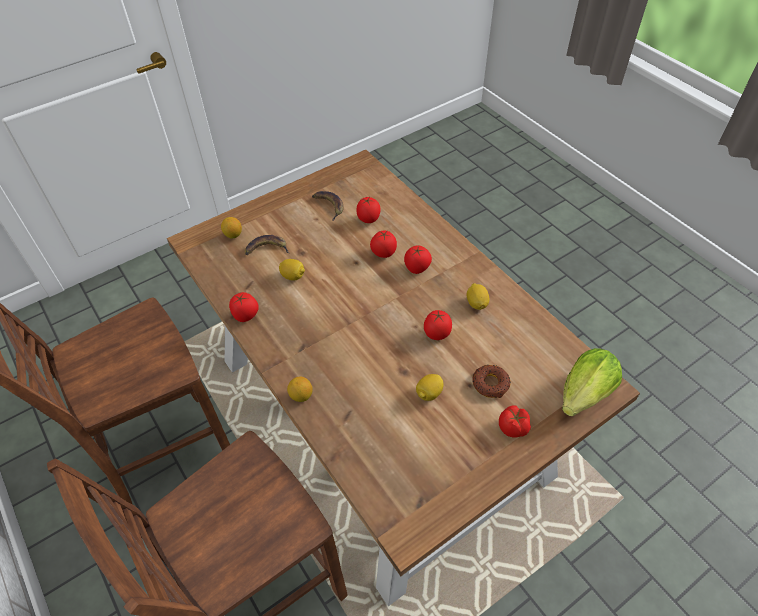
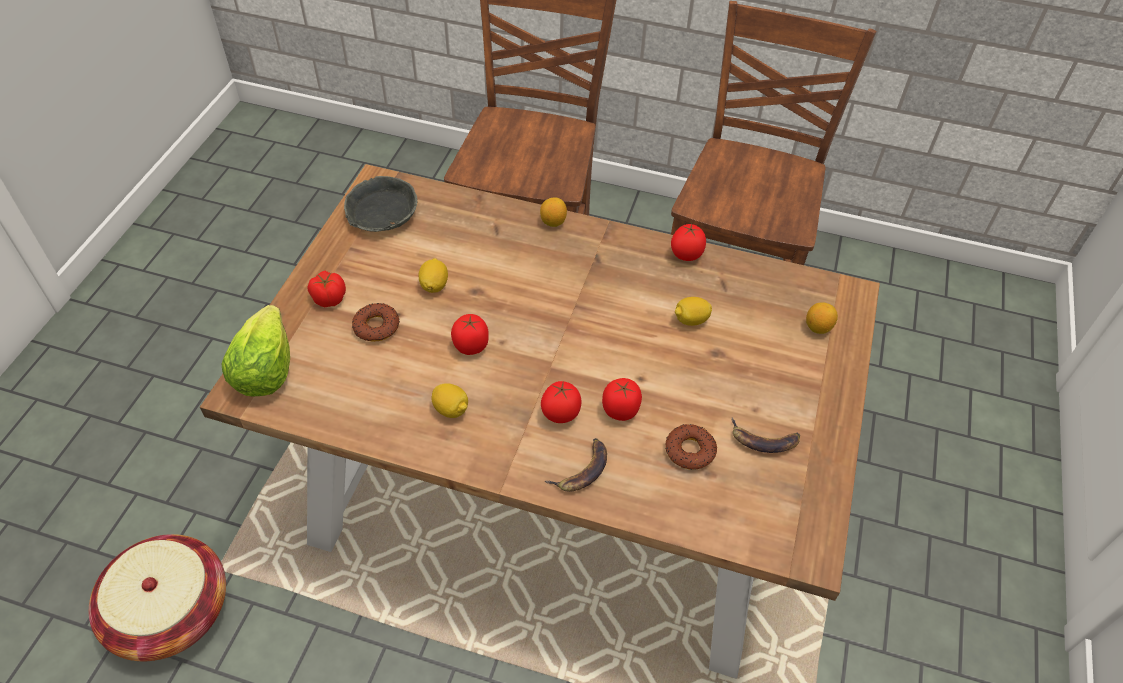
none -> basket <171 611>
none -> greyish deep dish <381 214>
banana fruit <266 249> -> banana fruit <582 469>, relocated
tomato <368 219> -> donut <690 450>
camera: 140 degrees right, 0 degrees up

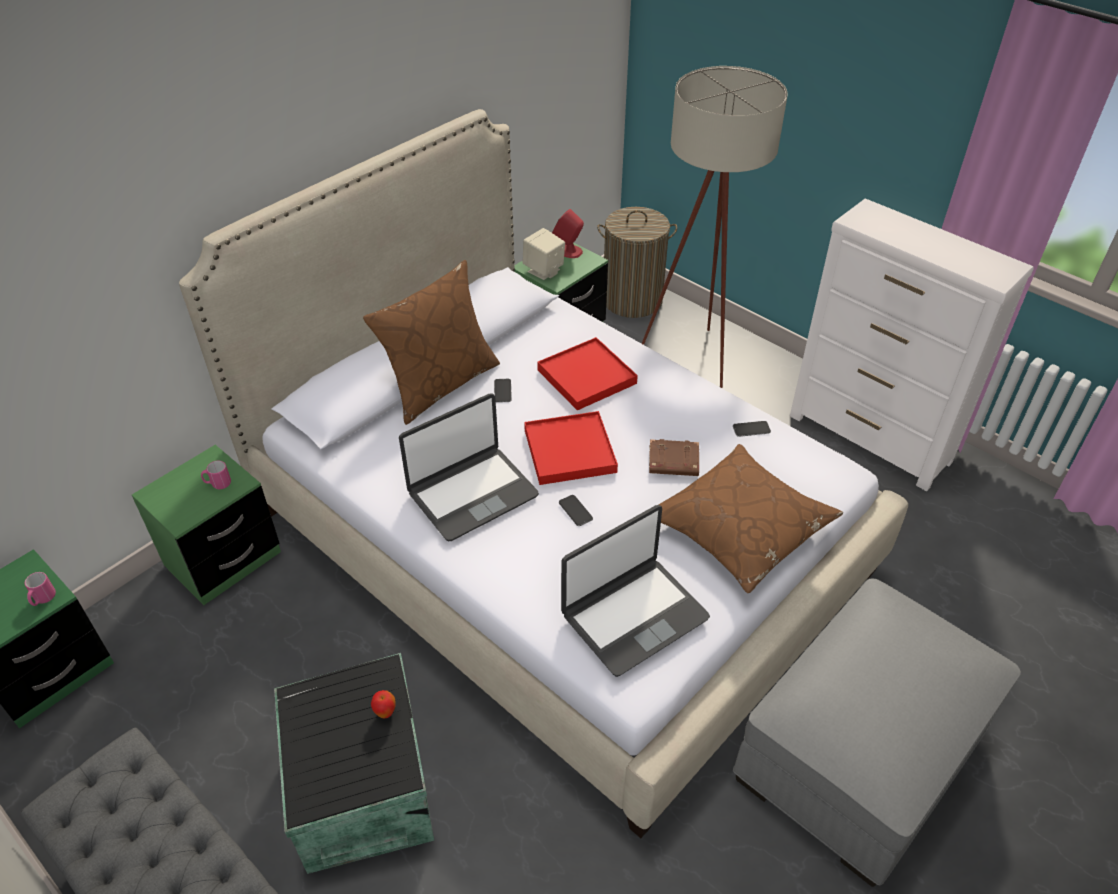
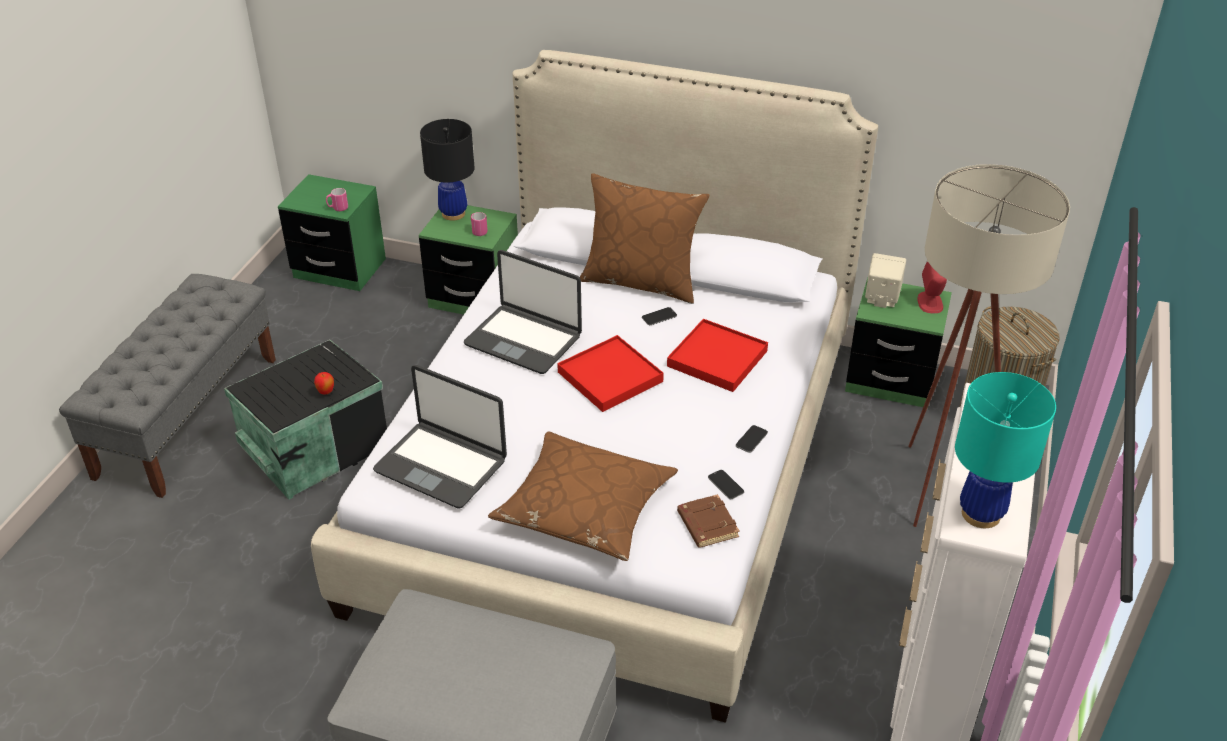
none -> blackish lamp for a table <453 213>
brown-coloured volume <673 462> -> brown-coloured volume <706 524>, relocated
handset <575 511> -> handset <751 439>, relocated
none -> turquoise lamp for a table <980 514>
camera: 65 degrees right, 5 degrees down

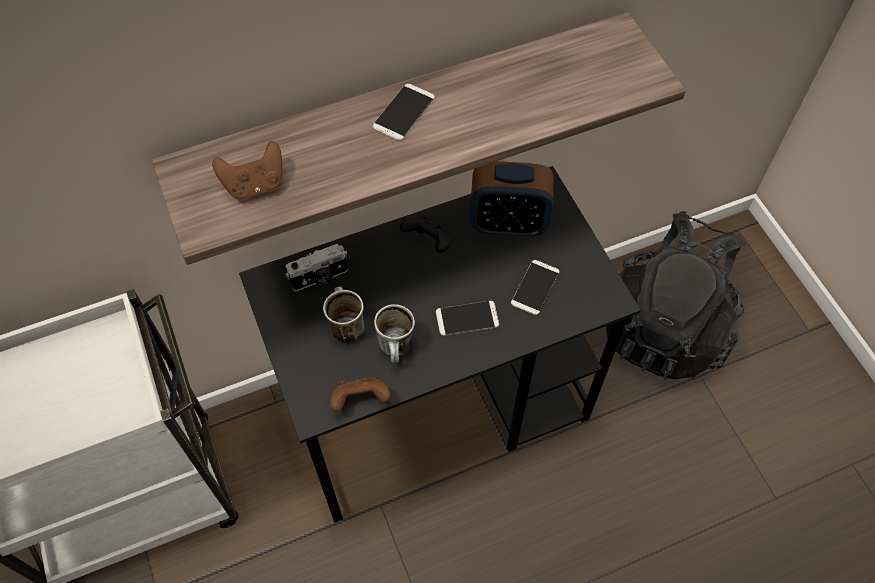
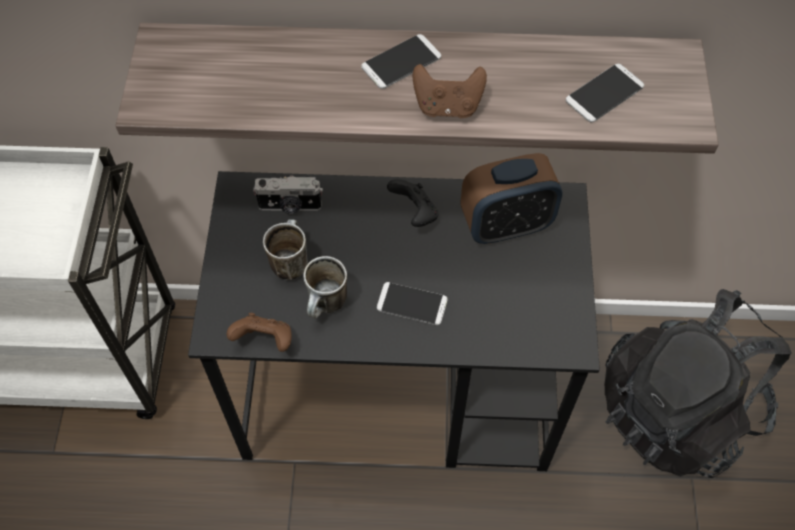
brown-coloured gamepad <255 185> -> brown-coloured gamepad <447 106>, relocated
bedside clock <508 224> -> bedside clock <506 225>, 45 degrees counterclockwise
handset <535 287> -> handset <604 93>, relocated
camera: 25 degrees right, 0 degrees up

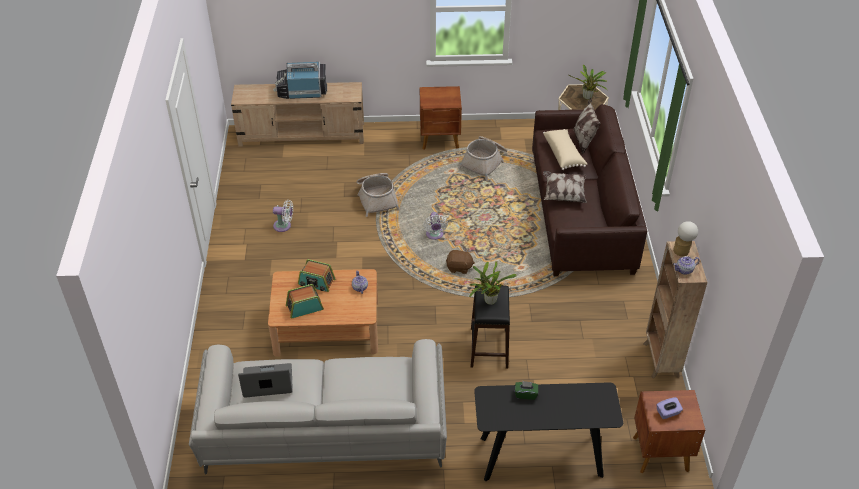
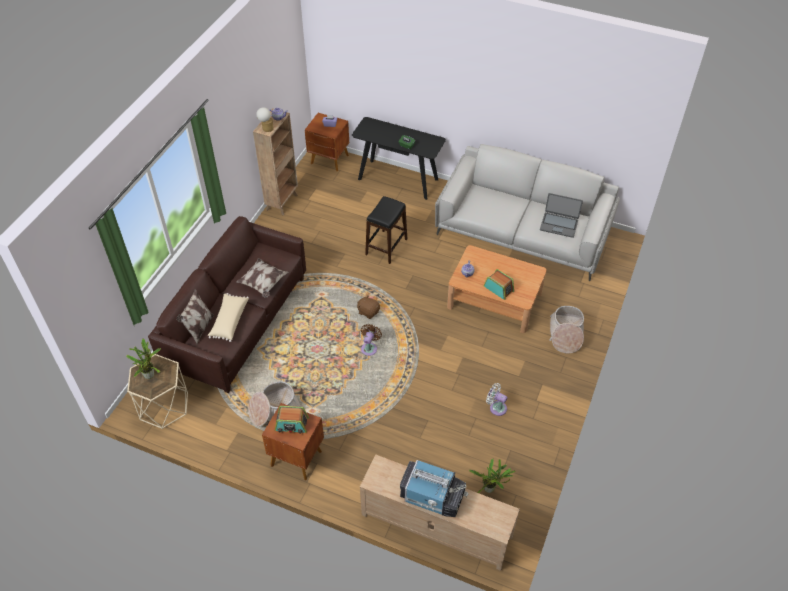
radio set <304 307> -> radio set <292 424>, relocated
white-coloured electric fan <434 235> -> brown-coloured electric fan <369 348>
potted plant <488 301> -> potted plant <490 489>, relocated
basket <377 198> -> basket <565 334>, relocated
camera: 155 degrees left, 5 degrees up

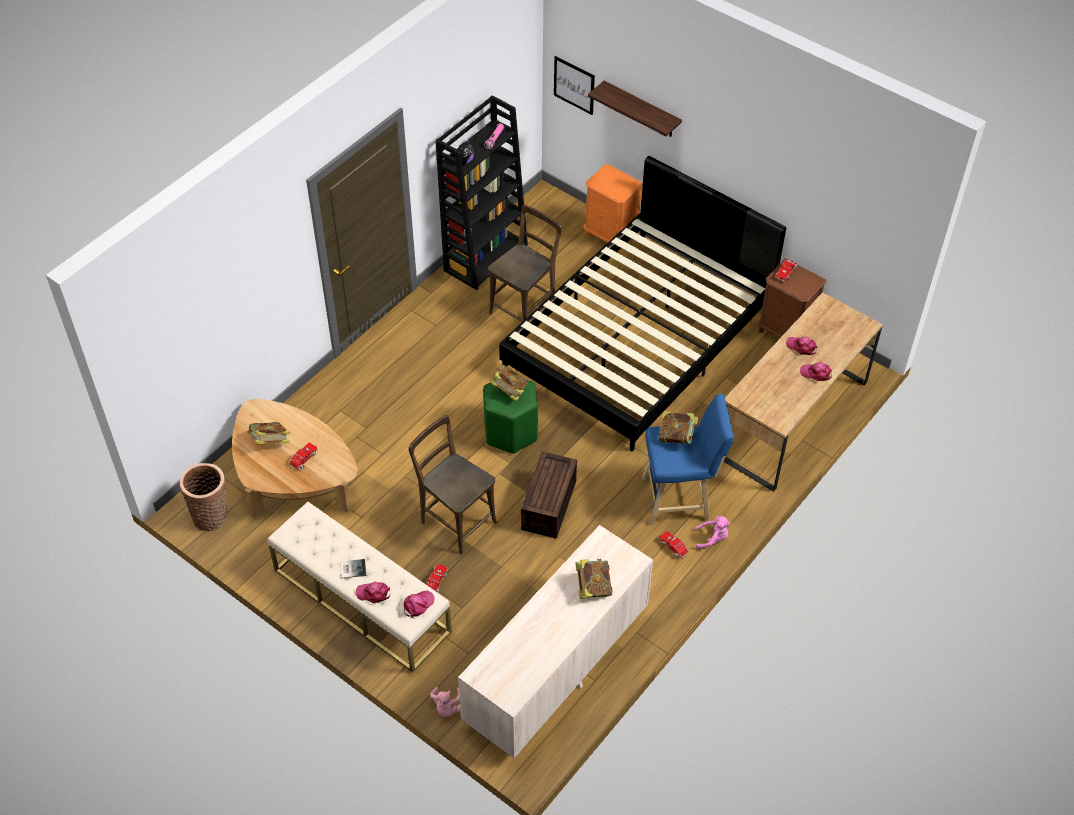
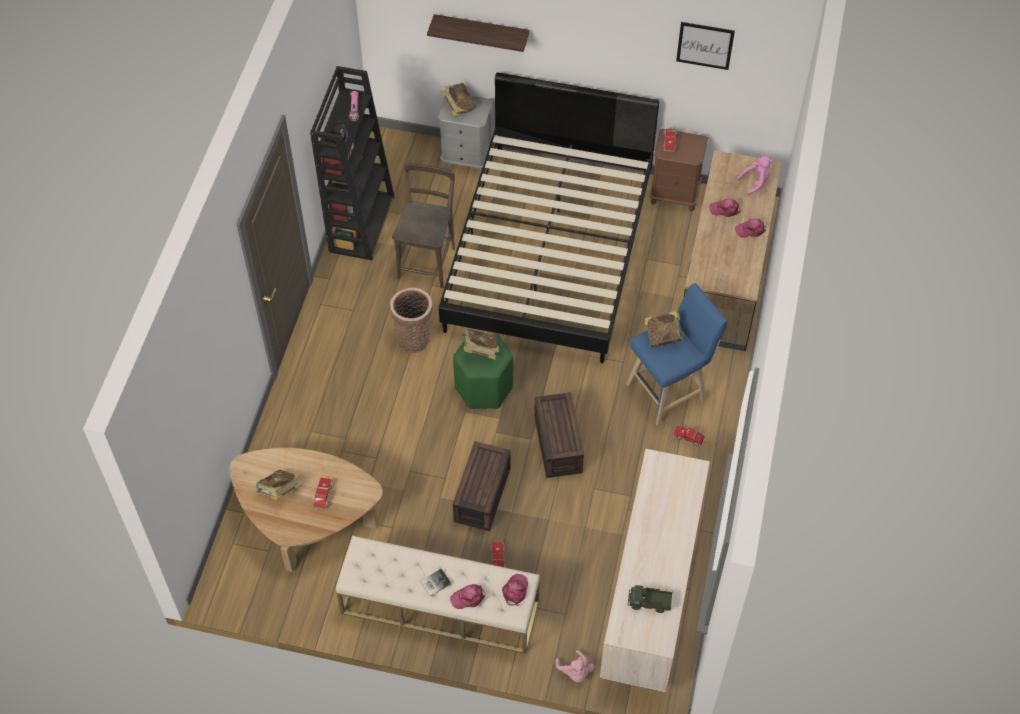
basket <211 515> -> basket <414 337>, relocated
orangey nightstand <610 235> -> greyish nightstand <467 158>
volume <593 587> -> volume <458 108>, relocated
brown-coloured chair <455 520> -> brown-coloured storage container <481 493>
none -> toy lorry <649 603>
picture <574 85> -> picture <705 45>, relocated
pinkish soft toy <712 538> -> pinkish soft toy <755 182>, relocated
camera: 25 degrees left, 5 degrees up

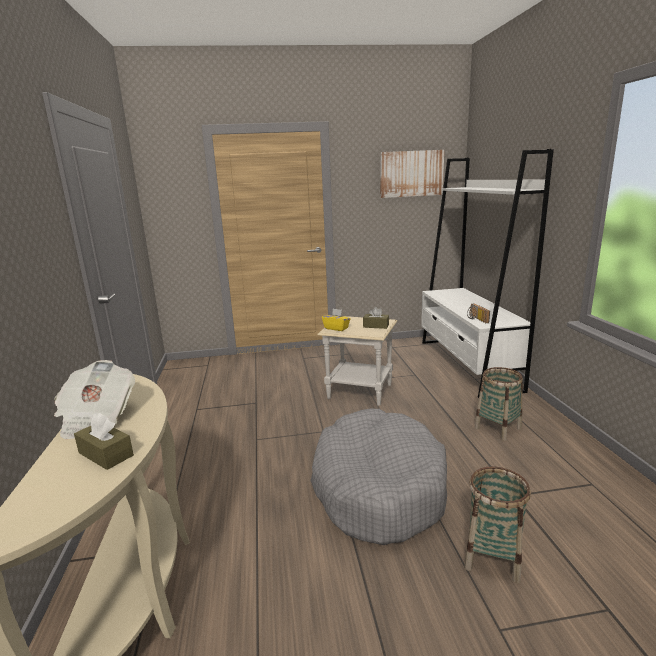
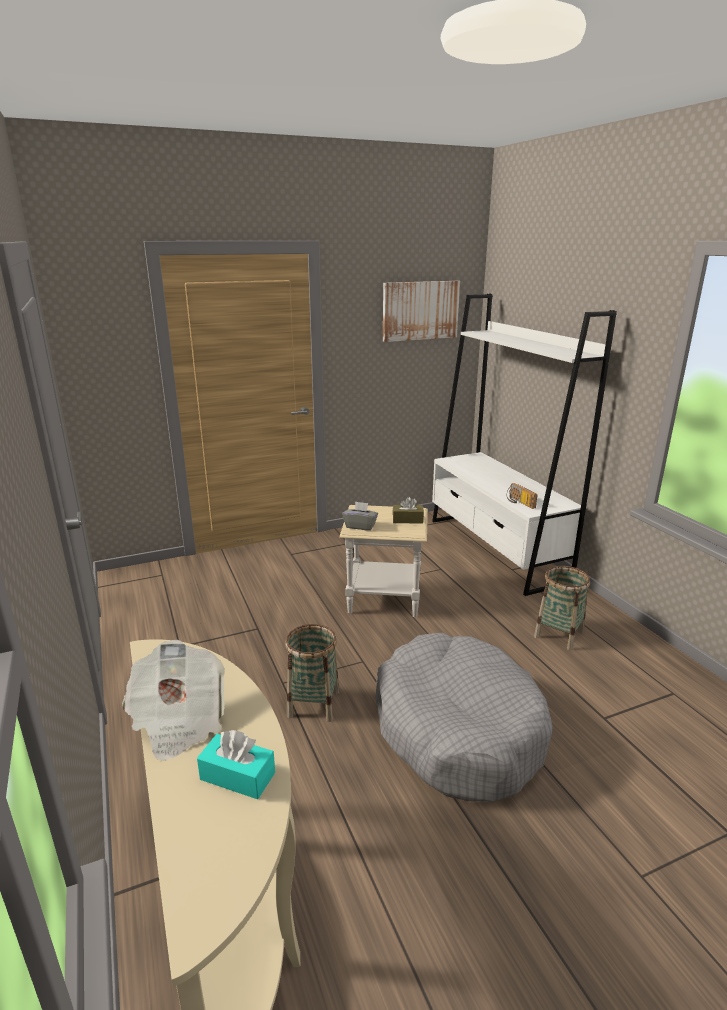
brown-coloured tissue holder <106 454> -> turquoise tissue holder <237 776>
basket <492 557> -> basket <313 703>, relocated
yellow tissue holder <336 328> -> greyish tissue holder <360 526>
camera: 15 degrees left, 5 degrees up

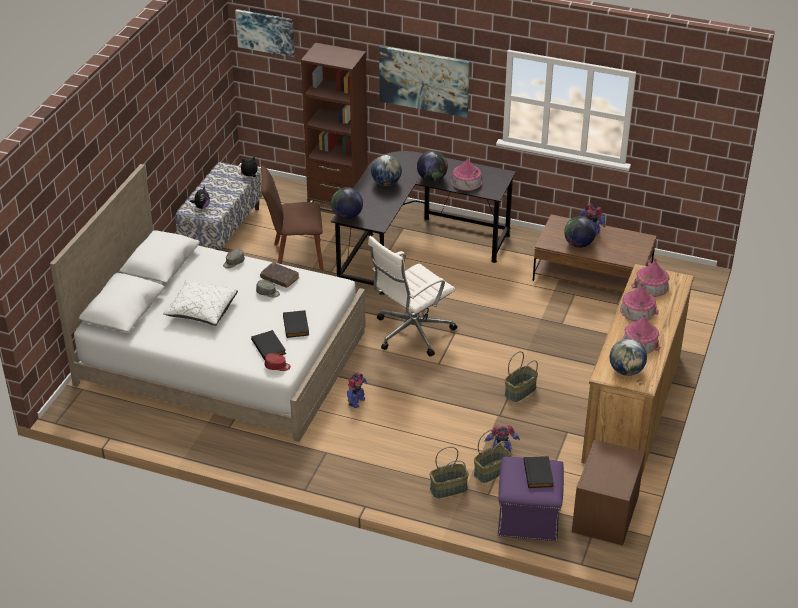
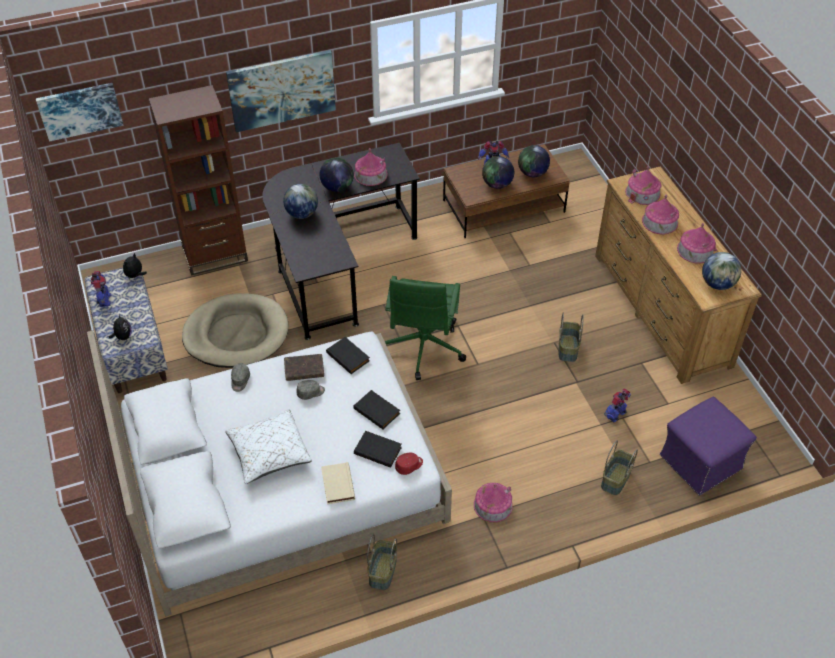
robot figure <356 402> -> robot figure <104 300>, relocated
brown-coloured chair <295 257> -> beige-coloured dog bed <236 334>
none -> beige-coloured volume <337 484>
blackish volume <539 474> -> blackish volume <349 356>, relocated
basket <491 472> -> basket <383 571>, relocated
white-coloured desk chair <411 333> -> greenish desk chair <422 348>
none -> toy house <493 505>
world globe <347 216> -> world globe <532 173>, relocated
brown-coloured nightstand <605 514> -> none
camera: 40 degrees left, 10 degrees up

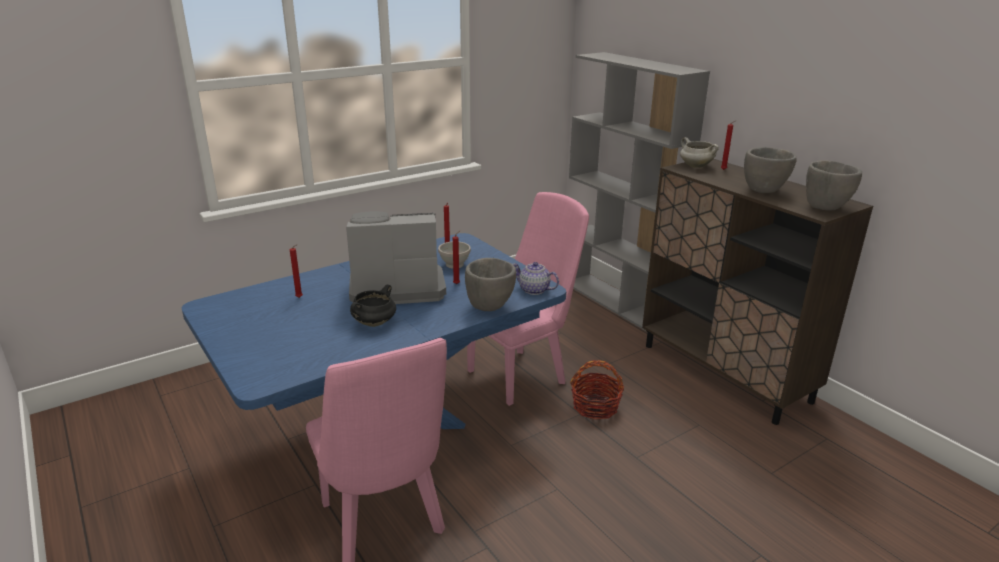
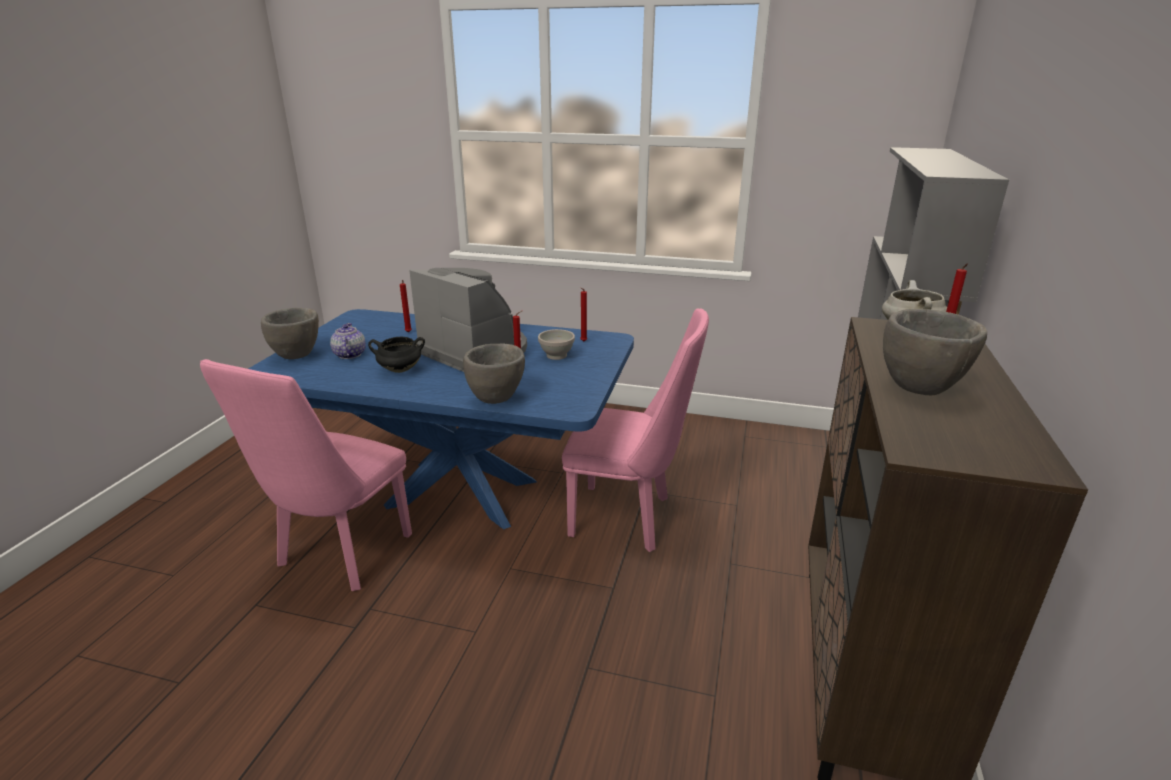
greyish deep dish <826 207> -> greyish deep dish <297 356>, relocated
pot for tea <534 290> -> pot for tea <349 355>, relocated
basket <595 407> -> none
camera: 50 degrees right, 0 degrees up

